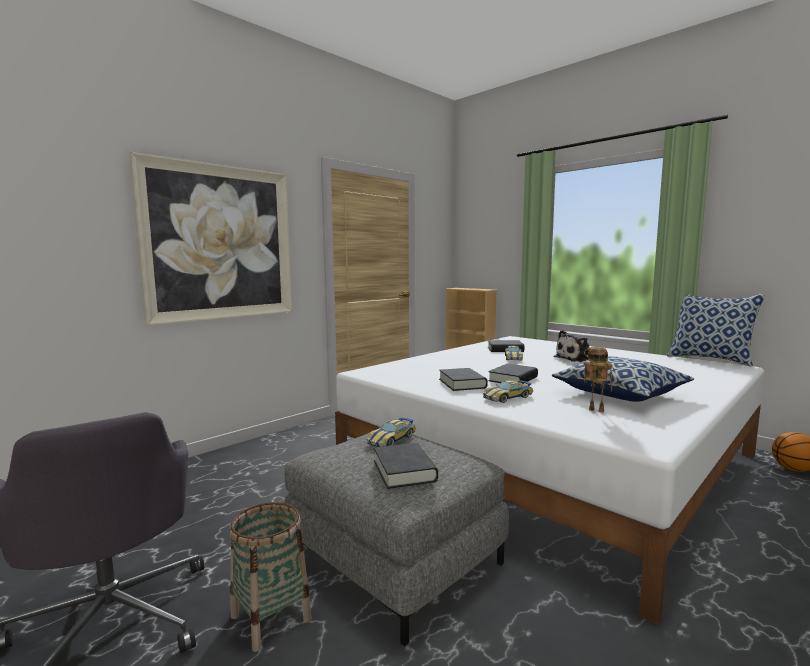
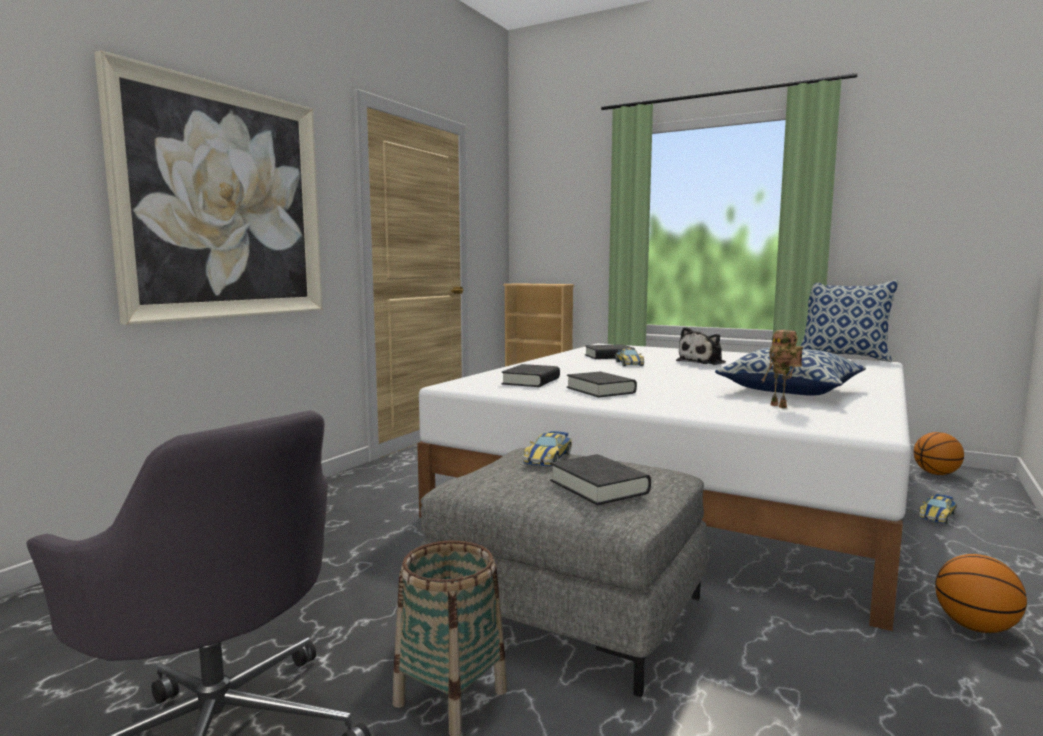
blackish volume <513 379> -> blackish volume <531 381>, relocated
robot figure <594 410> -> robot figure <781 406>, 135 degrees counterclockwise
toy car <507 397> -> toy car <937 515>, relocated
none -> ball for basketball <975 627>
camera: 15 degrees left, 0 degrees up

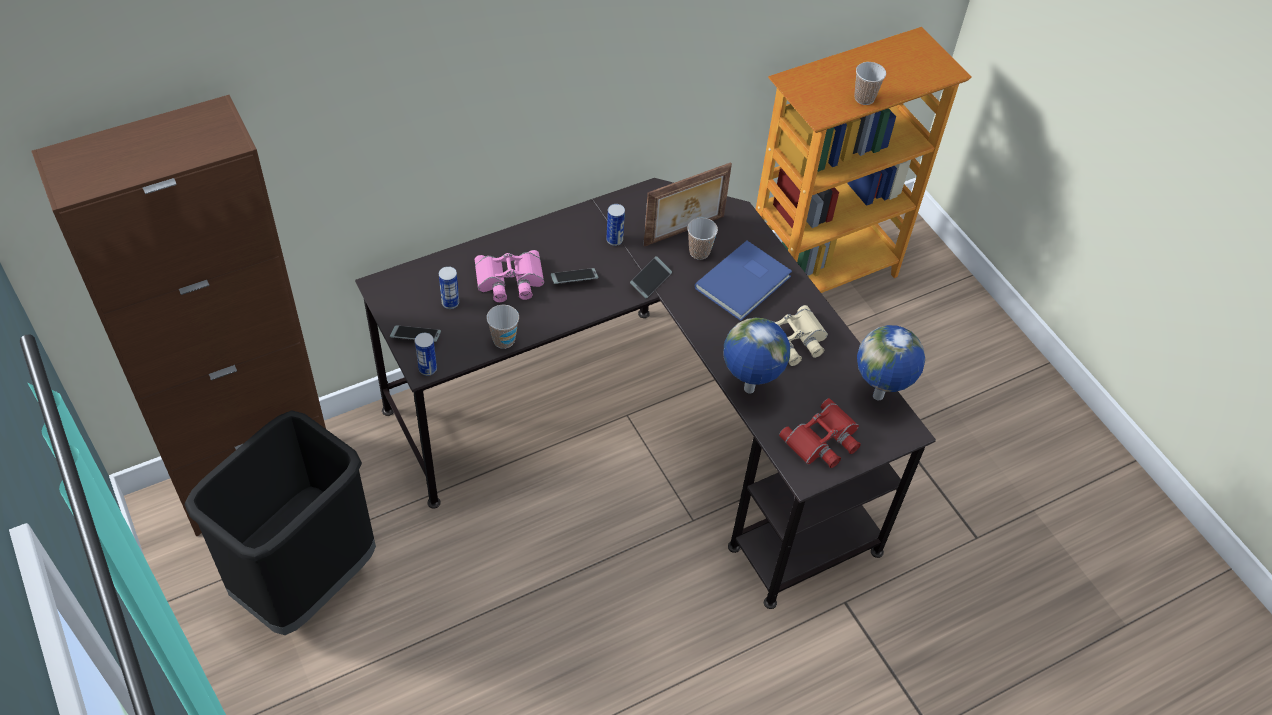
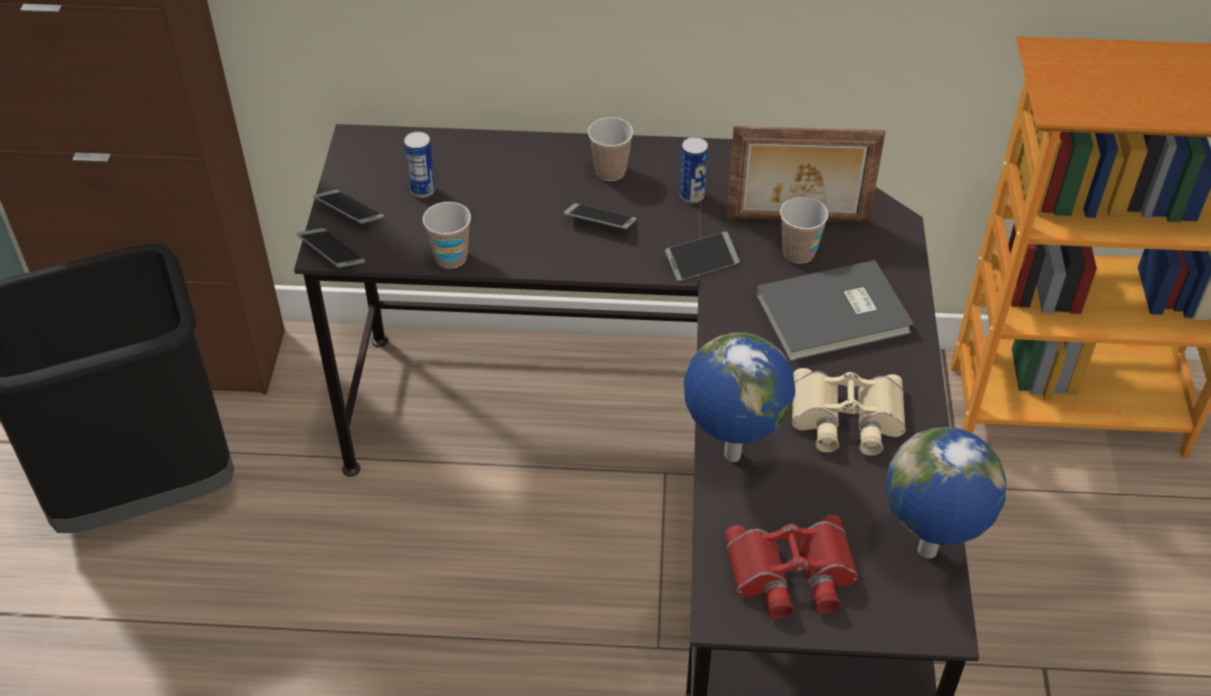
metal can <427 369> -> handset <332 253>
small cup <864 98> -> small cup <610 171>, relocated
blue volume <745 283> -> greyish volume <836 316>
pinkish binoculars <509 281> -> none
camera: 35 degrees right, 5 degrees down

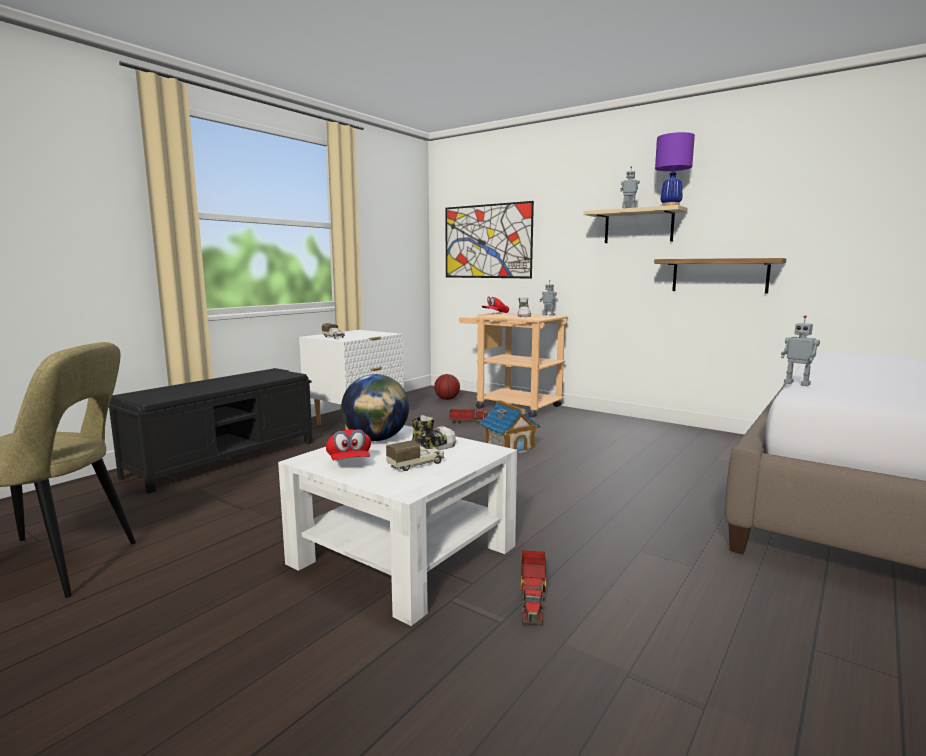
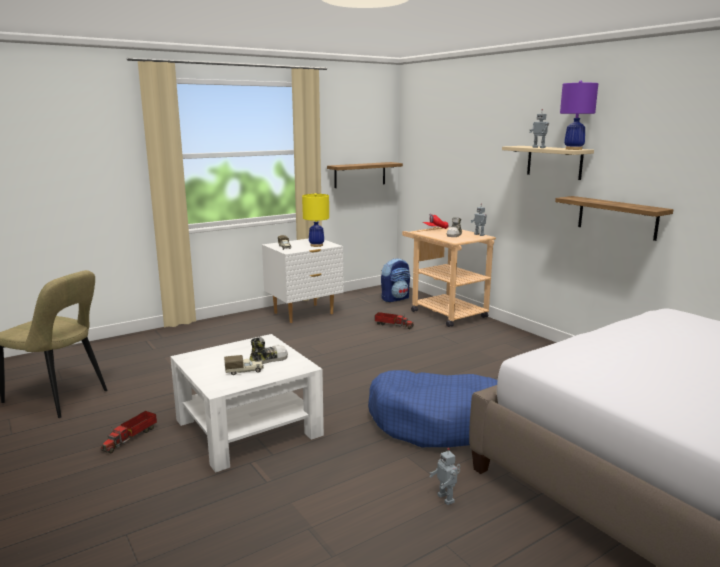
toy lorry <533 595> -> toy lorry <131 437>, relocated
none -> yellow lamp for a table <316 245>
none -> shelf <360 175>
none -> blue dog bed <438 422>
ball for basketball <447 399> -> rucksack <395 298>
robot figure <797 383> -> robot figure <446 498>, relocated
blackish bench <225 458> -> none
red baseball cap <349 462> -> none
world globe <376 439> -> none
picture <487 241> -> none
toy house <509 446> -> none
camera: 20 degrees right, 5 degrees up

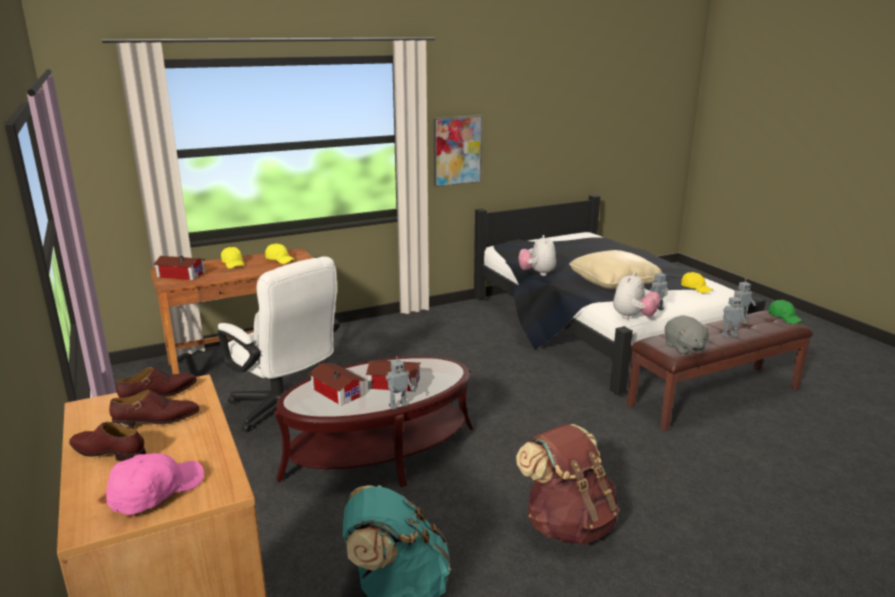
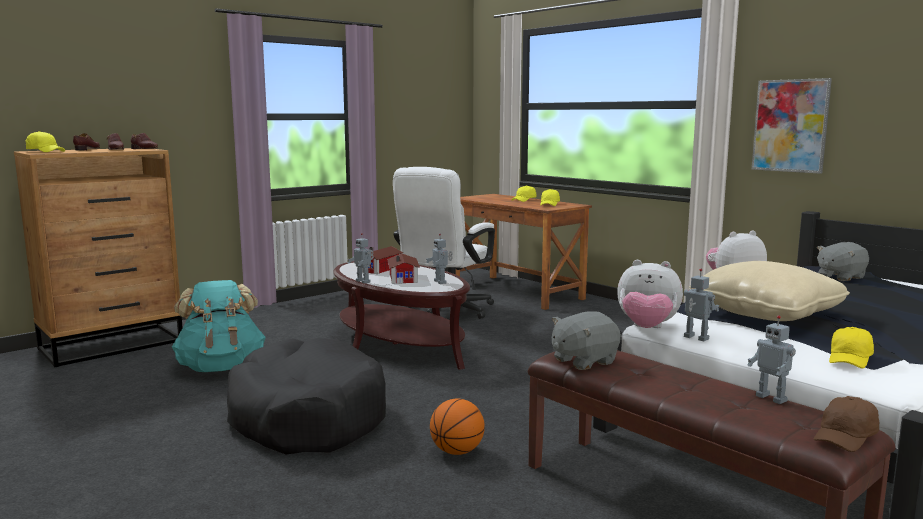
pinkish baseball cap <155 493> -> yellow baseball cap <45 151>
brown-coloured rucksack <567 524> -> blackish dog bed <307 417>
robot figure <728 335> -> robot figure <441 282>, relocated
none -> ball for basketball <457 451>
greenish baseball cap <784 318> -> brown-coloured baseball cap <845 437>
none -> greyish soft toy <840 277>
toy house <180 274> -> none
camera: 75 degrees right, 10 degrees down

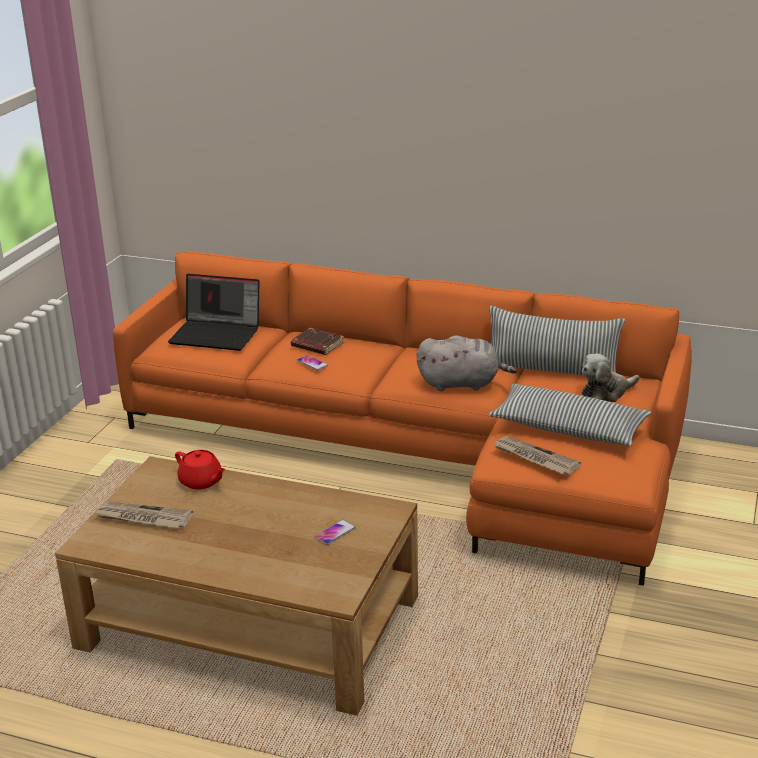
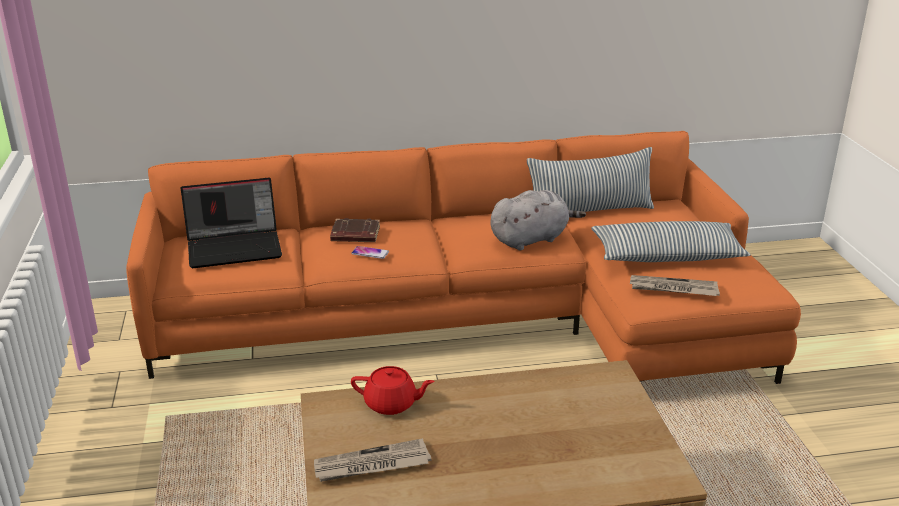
handset <335 533> -> none
soft toy <606 393> -> none
camera: 30 degrees left, 0 degrees up

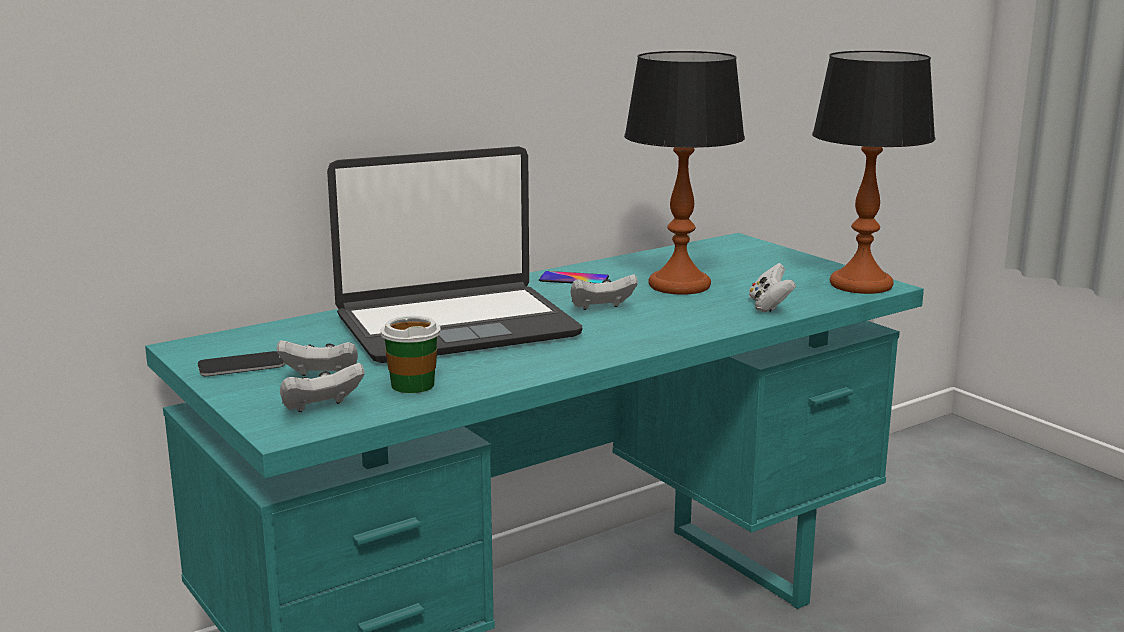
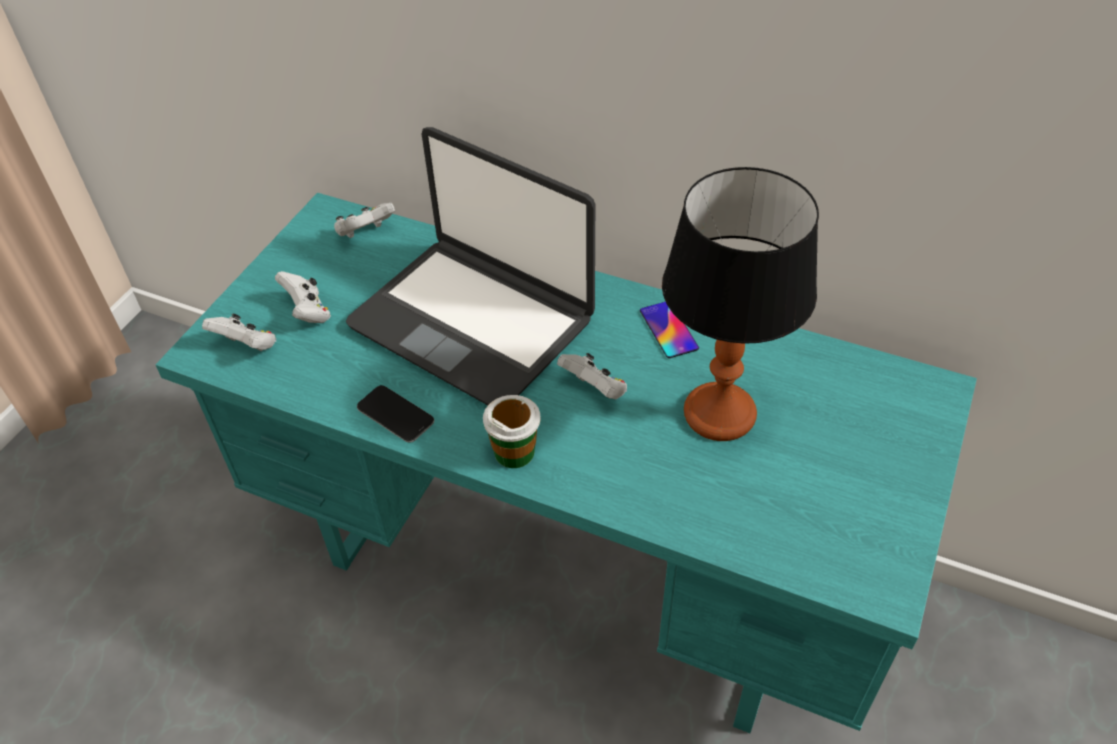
white-coloured gamepad <769 306> -> white-coloured gamepad <365 233>, relocated
handset <241 366> -> handset <395 415>, relocated
small cup <412 385> -> small cup <514 451>, relocated
lamp for a table <860 284> -> none
camera: 60 degrees right, 30 degrees up

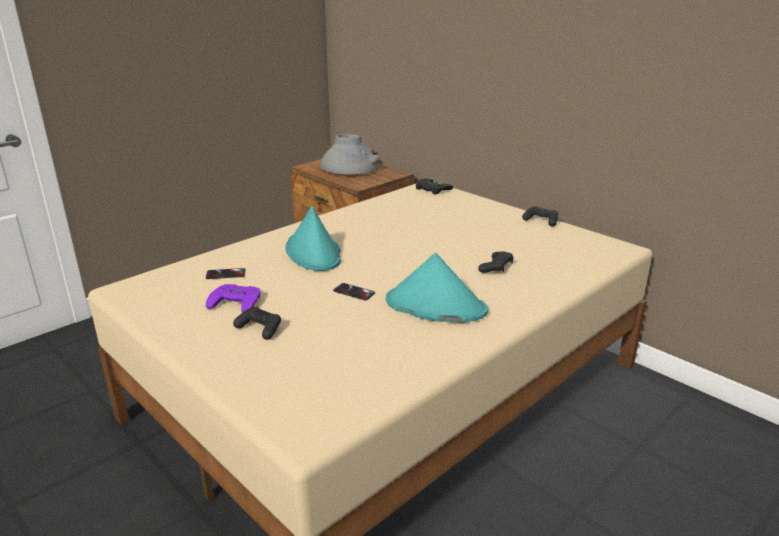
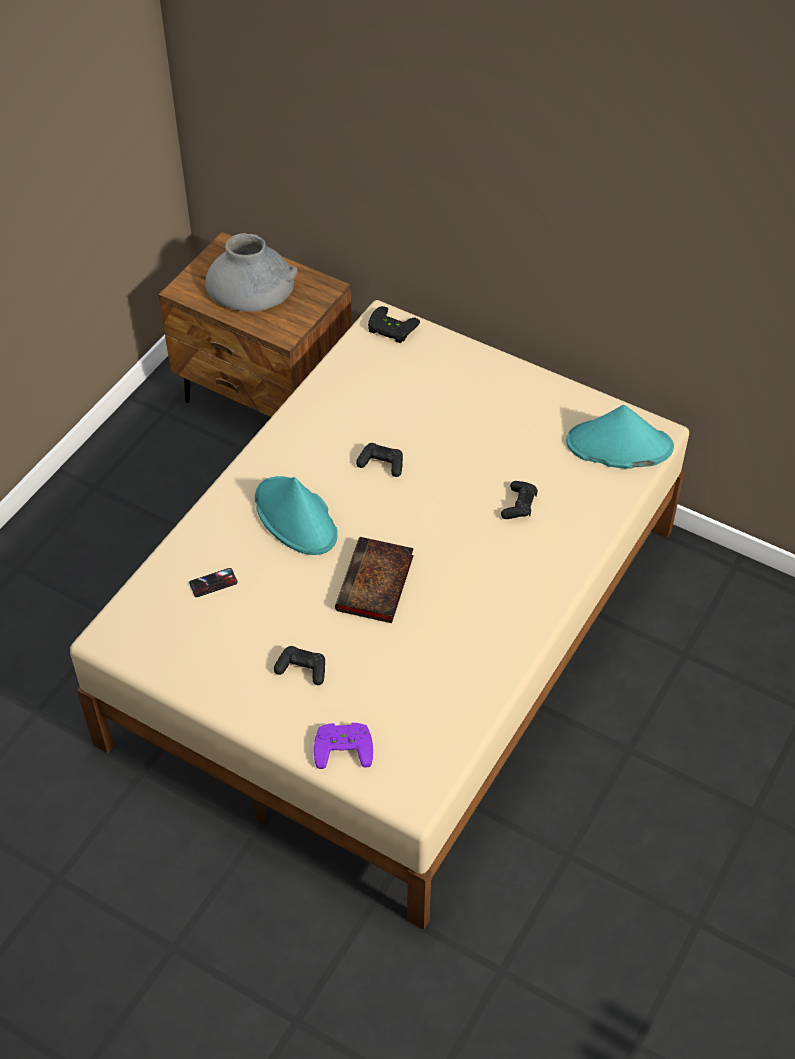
purplish gamepad <237 301> -> purplish gamepad <344 745>, relocated
handset <354 292> -> volume <375 585>
blackish gamepad <541 221> -> blackish gamepad <381 464>, relocated
turquoise clothing hat <435 306> -> turquoise clothing hat <618 445>, relocated
camera: 15 degrees left, 25 degrees up

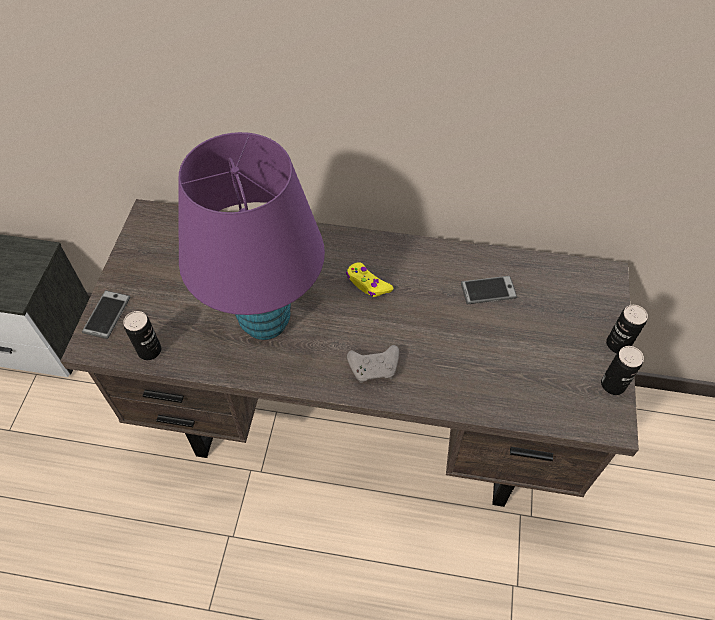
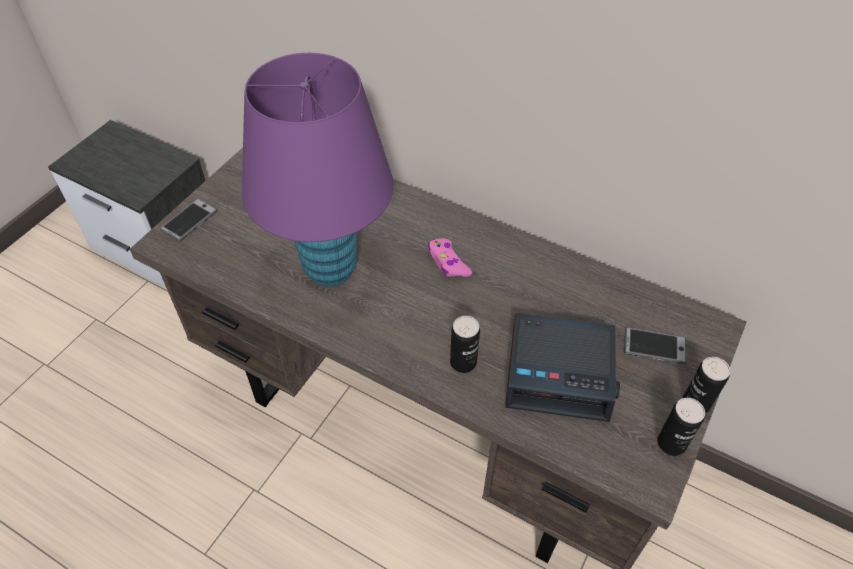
yellow gamepad <367 284> -> pinkish gamepad <448 263>
metal can <149 350> -> metal can <463 362>, relocated
none -> bedside clock <560 373>
handset <488 290> -> handset <654 346>, relocated
greyish gamepad <375 368> -> none
camera: 20 degrees right, 5 degrees down

